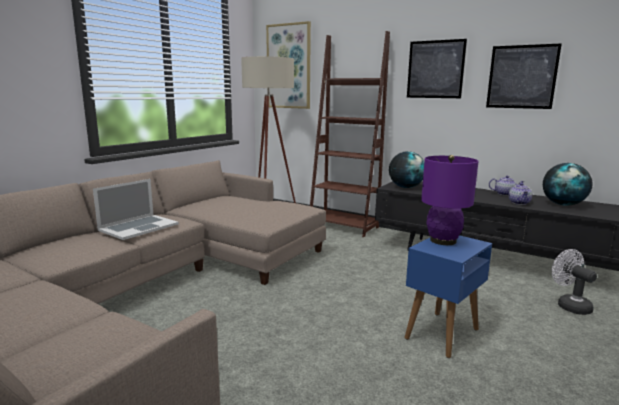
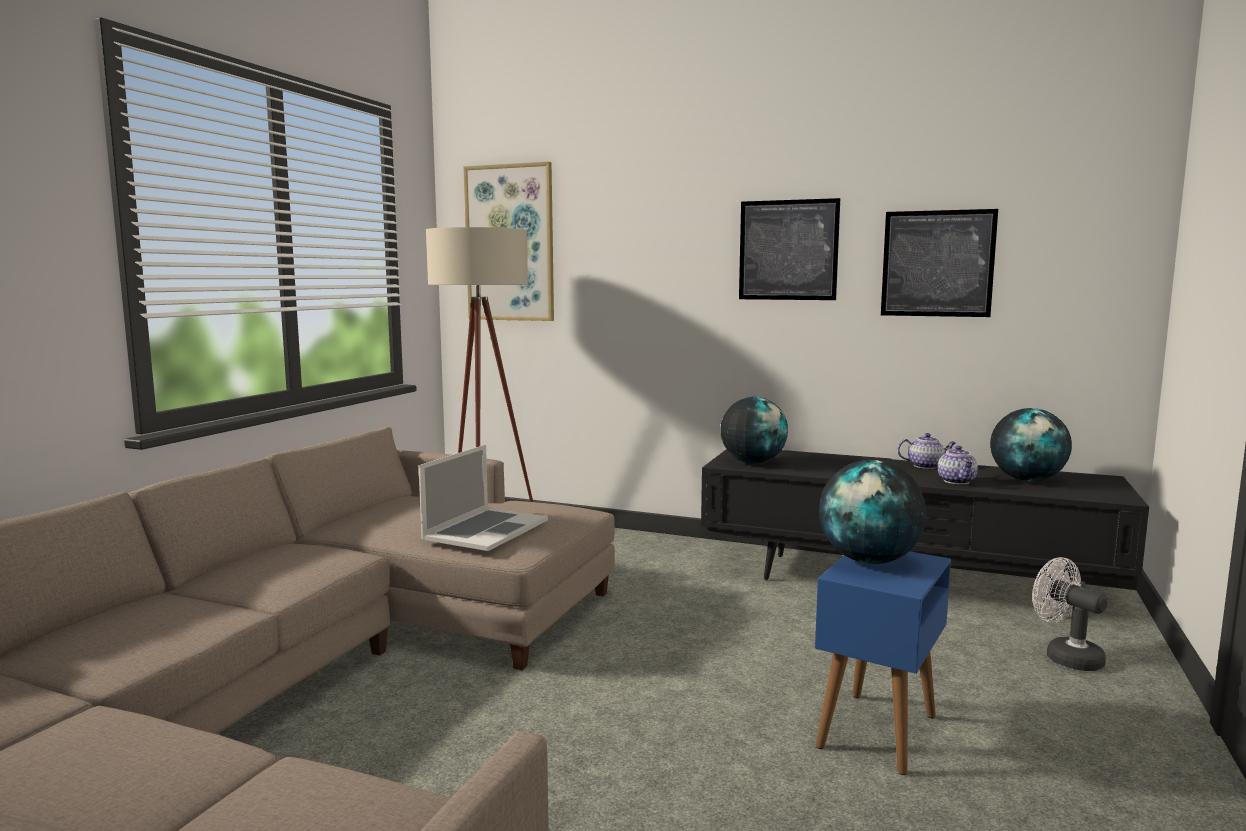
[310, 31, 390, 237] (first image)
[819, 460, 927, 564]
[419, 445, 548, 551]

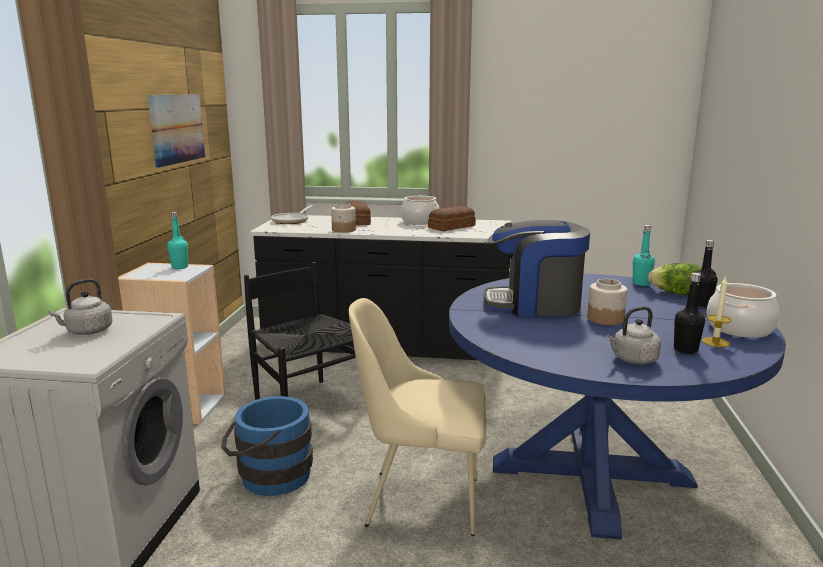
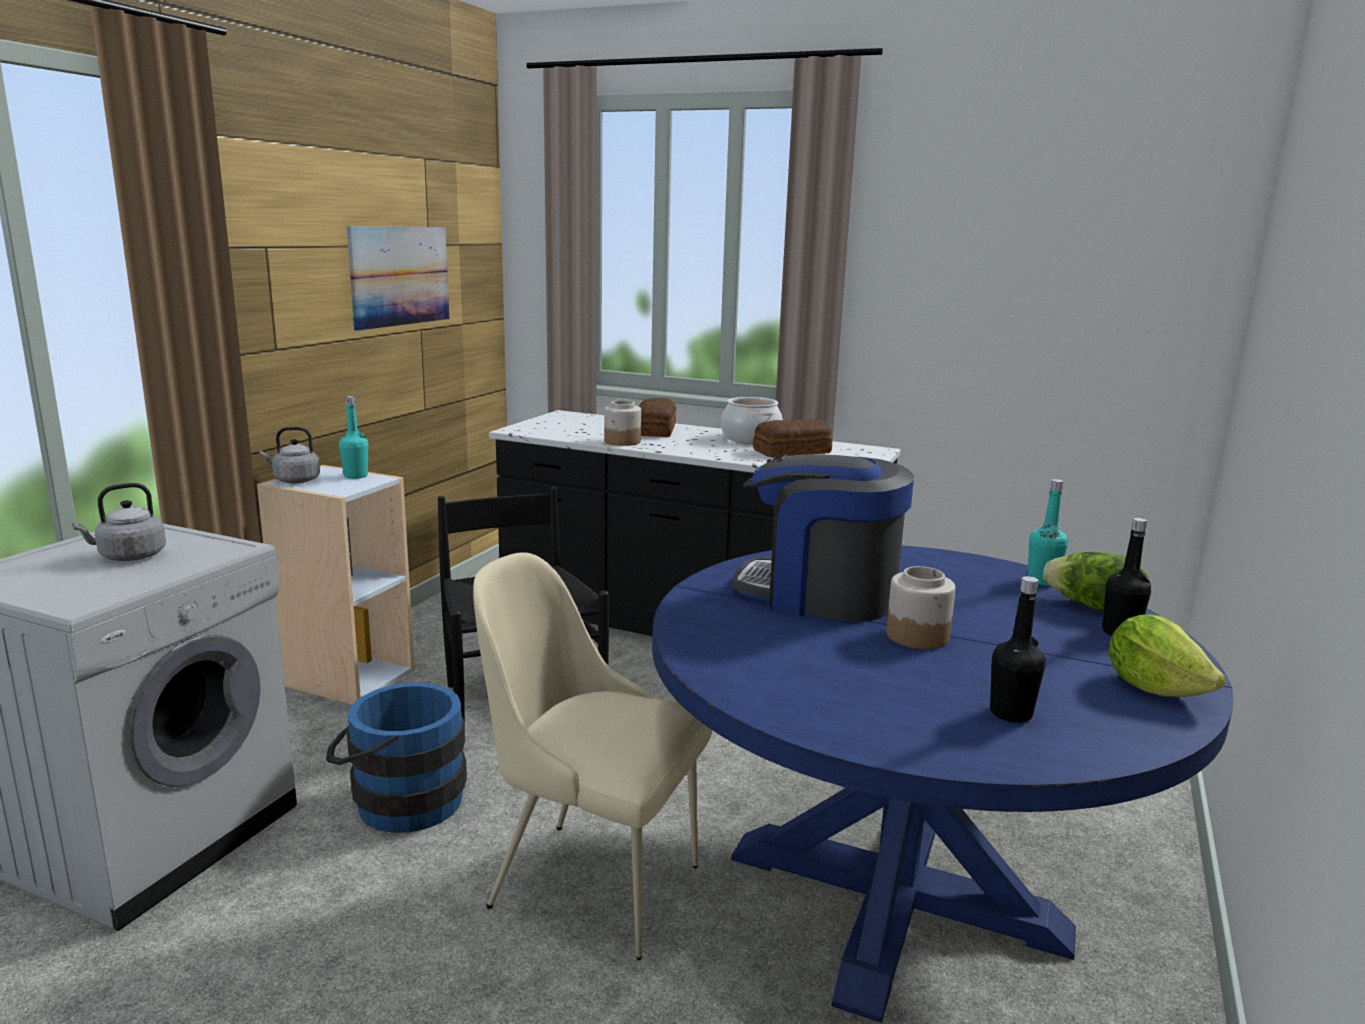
[271, 205, 313, 224] (first image)
[702, 276, 731, 347] (first image)
[1109, 614, 1225, 697]
[259, 427, 320, 483]

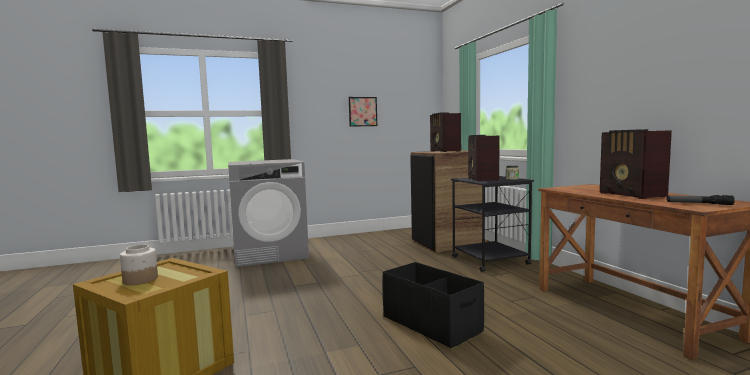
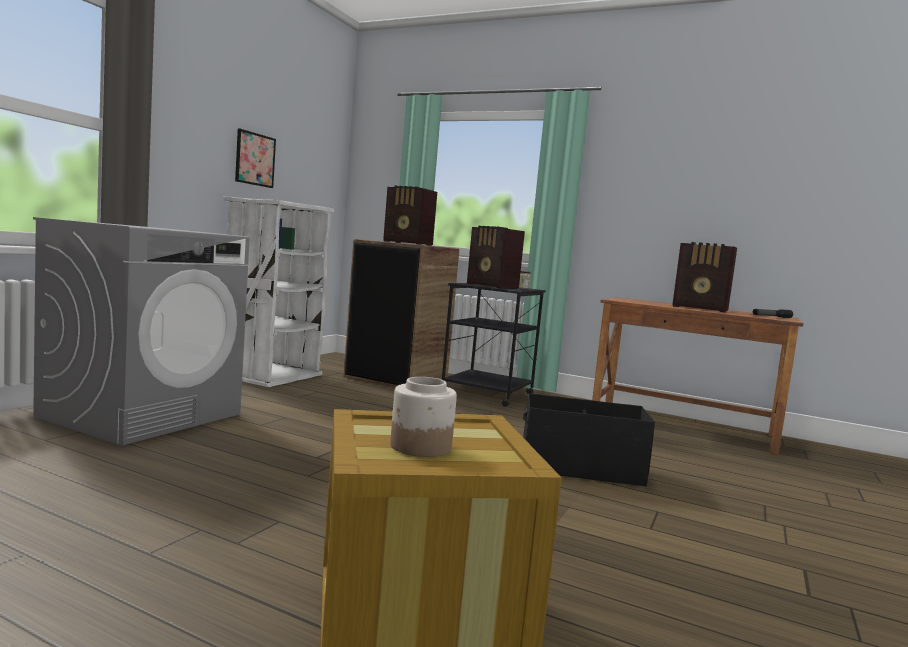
[223, 196, 334, 387]

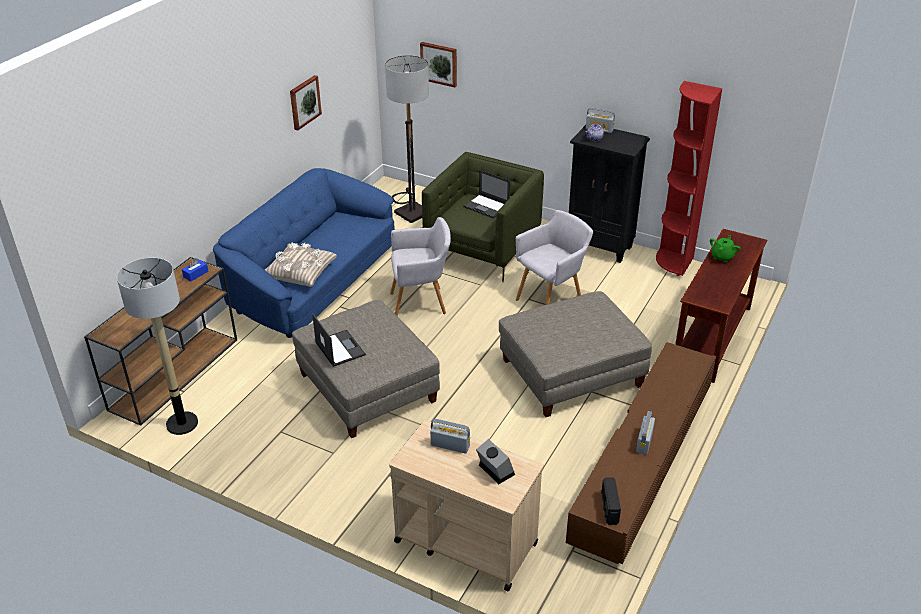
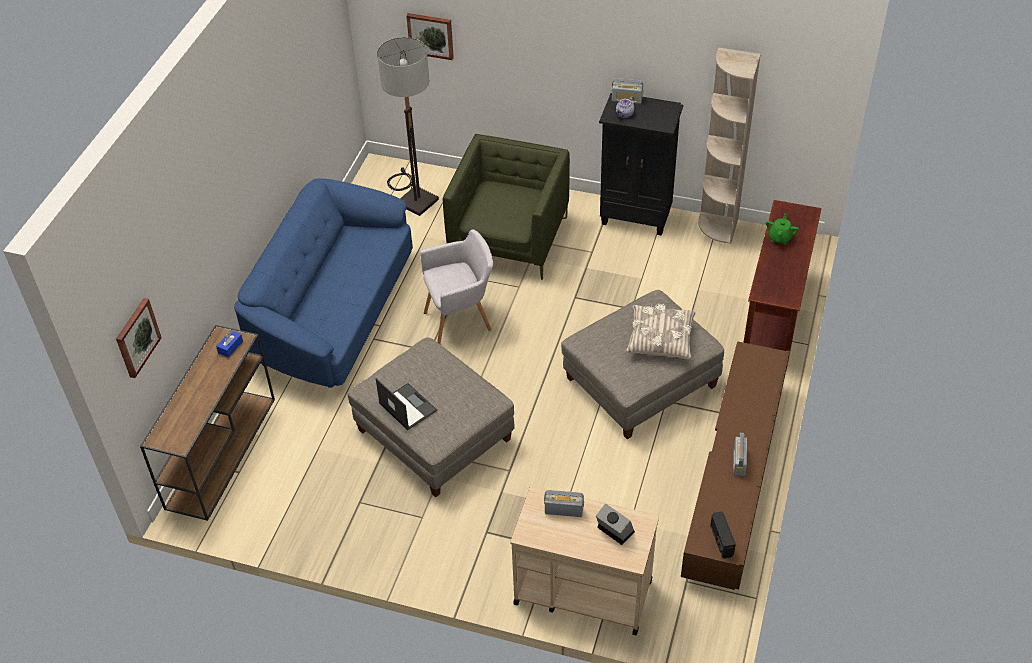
[116, 298, 162, 378]
[698, 47, 761, 244]
[463, 170, 510, 218] (first image)
[516, 210, 593, 305] (first image)
[626, 303, 695, 359]
[117, 258, 198, 435] (first image)

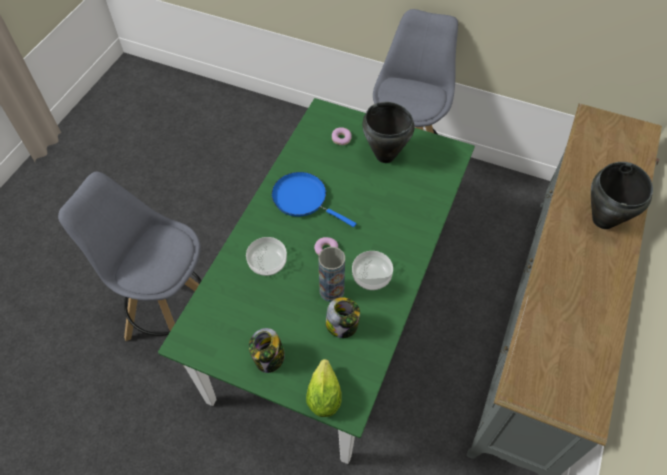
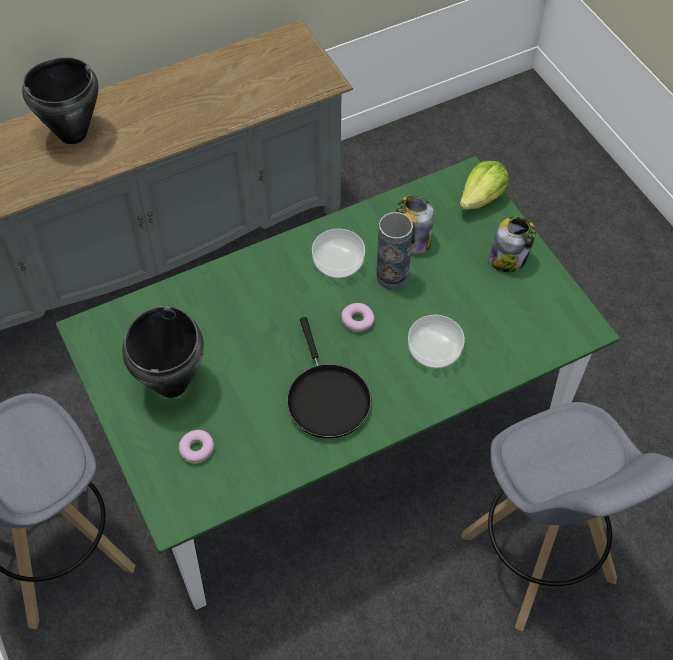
[287, 317, 371, 438]

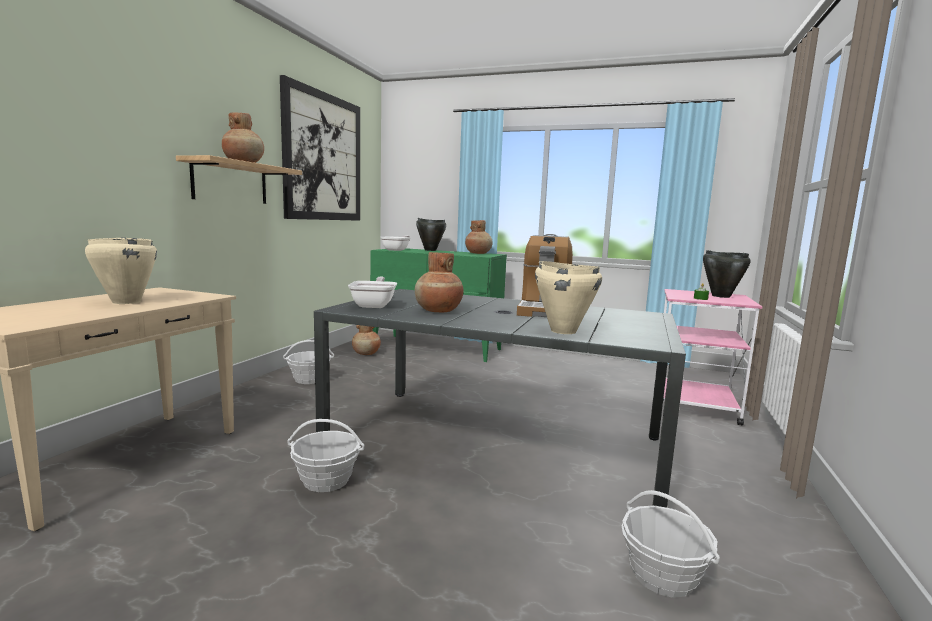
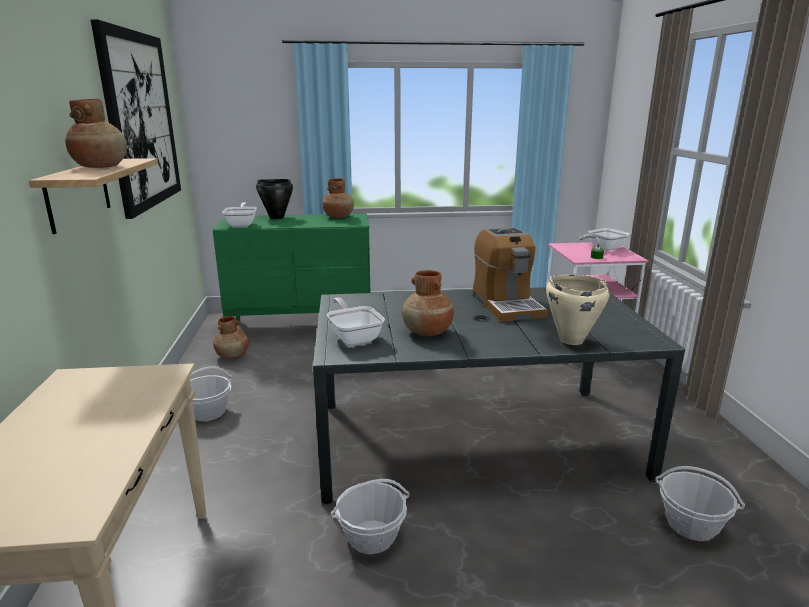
[85, 237, 157, 304] (first image)
[580, 228, 629, 251]

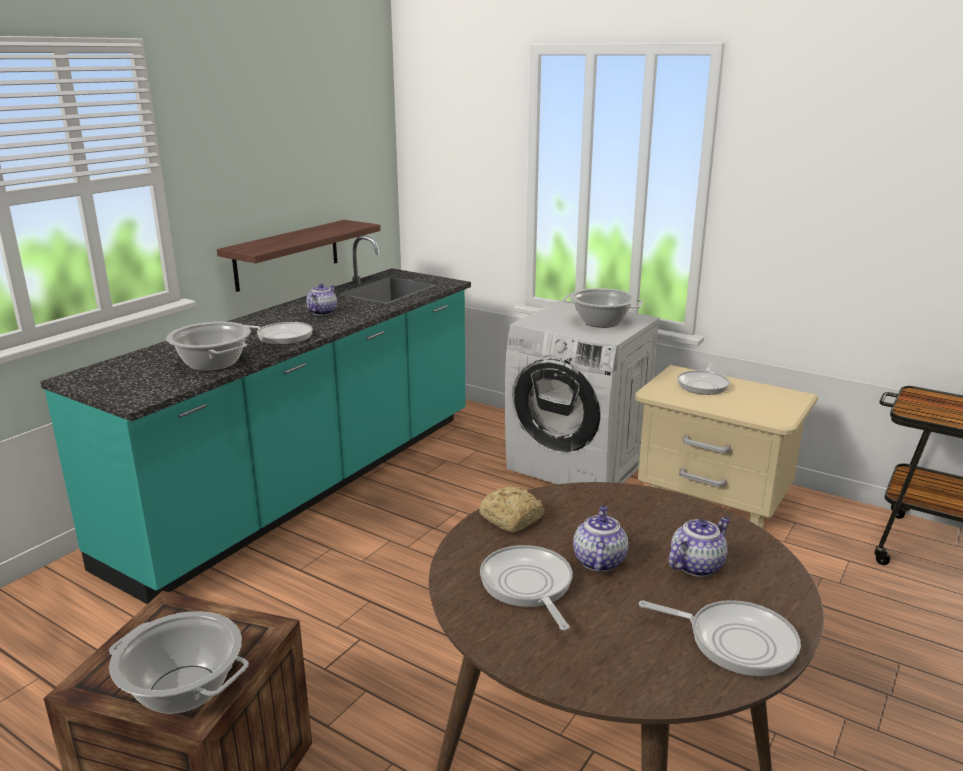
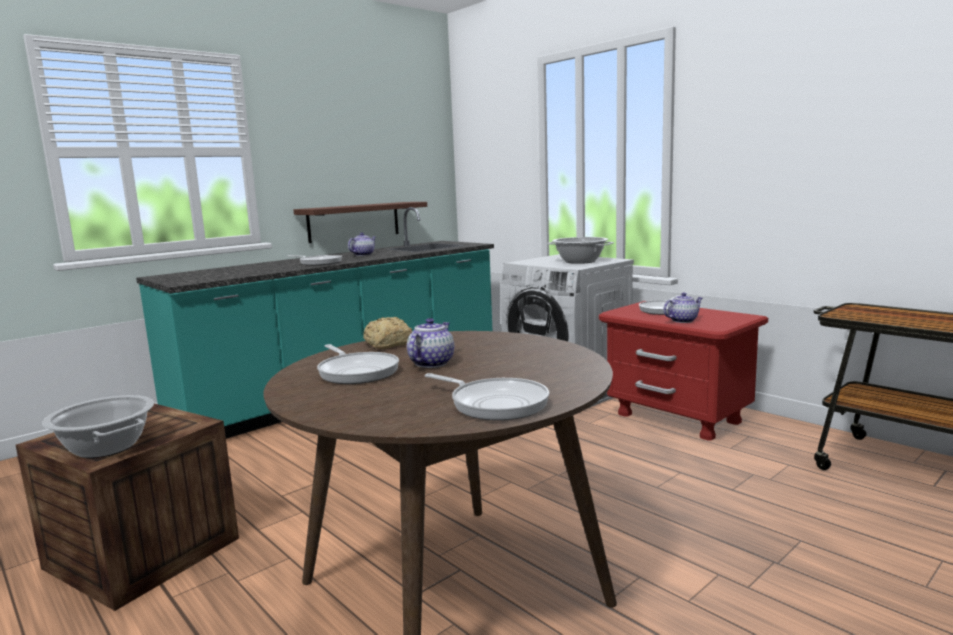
[166, 322, 251, 371] (first image)
[599, 301, 768, 440]
[663, 293, 702, 323]
[317, 344, 399, 384]

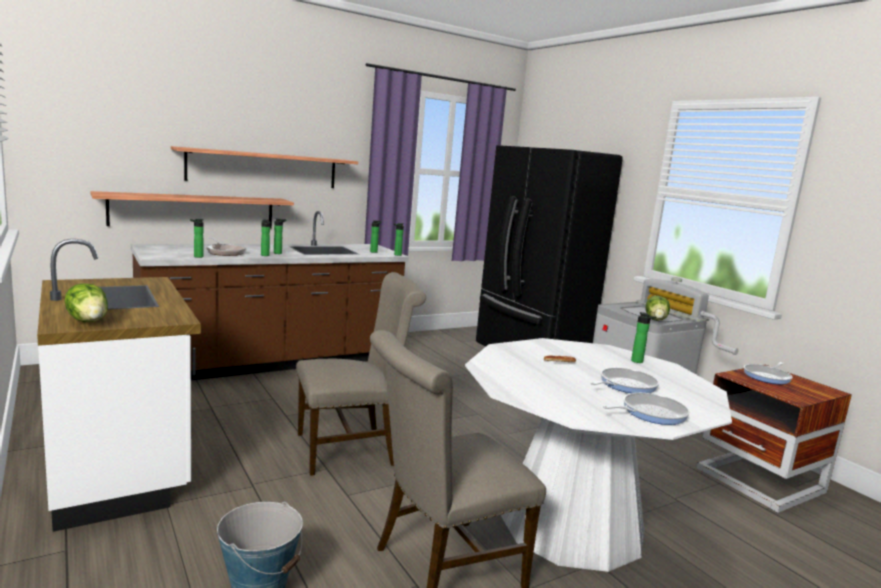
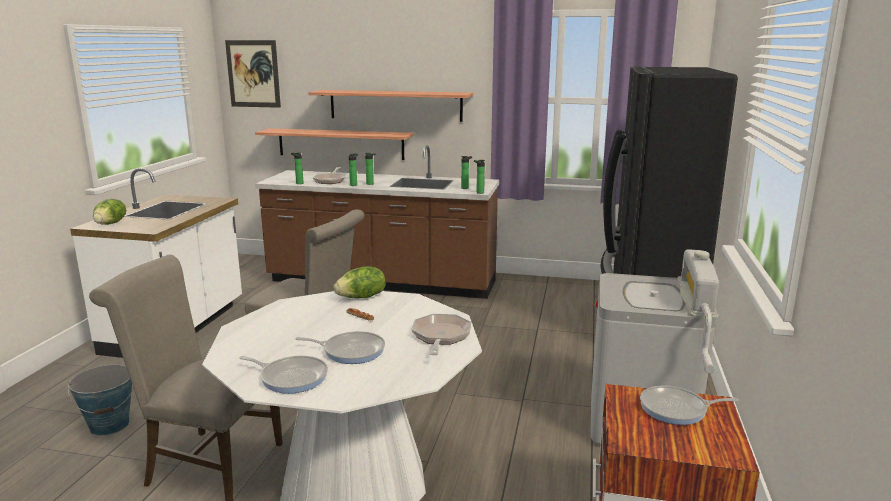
[334, 266, 385, 298]
[411, 314, 471, 355]
[225, 40, 281, 108]

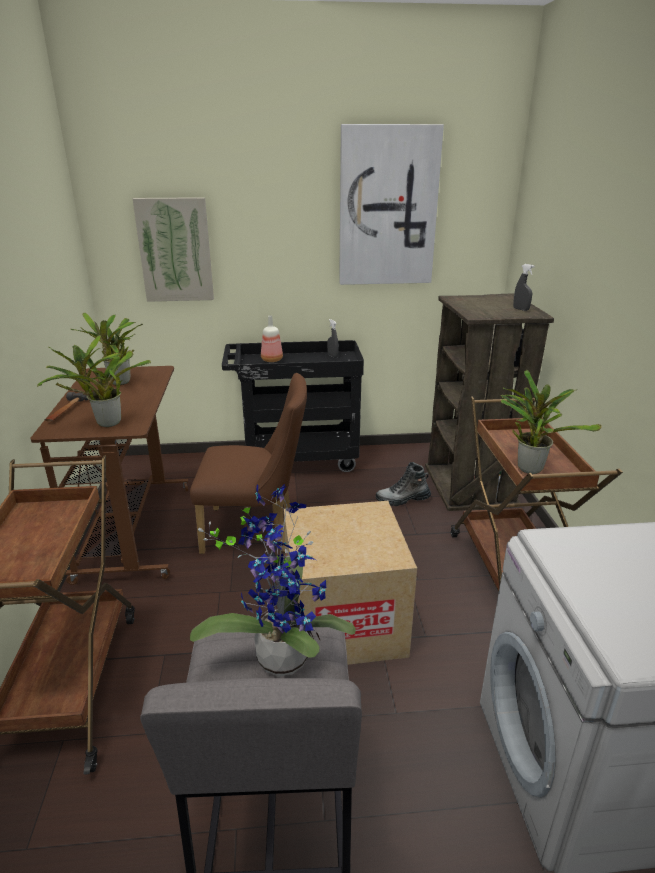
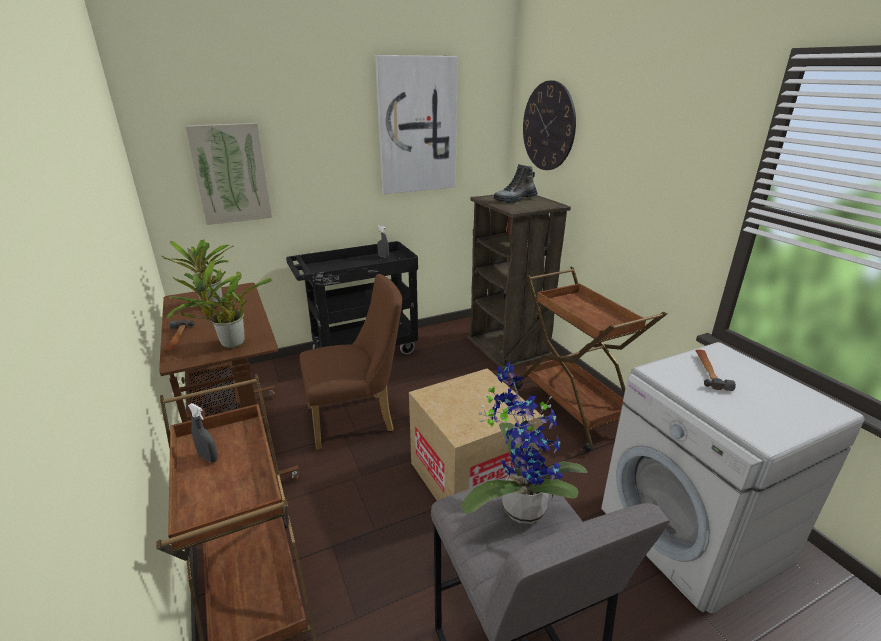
[188, 403, 218, 463]
[261, 315, 283, 362] (first image)
[500, 370, 602, 474] (first image)
[493, 164, 538, 203]
[523, 80, 576, 170]
[696, 350, 736, 391]

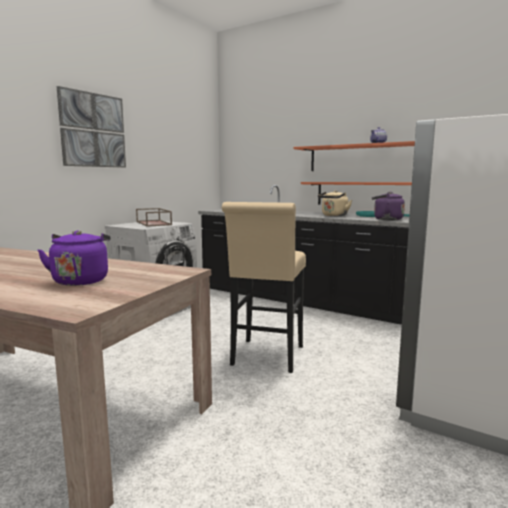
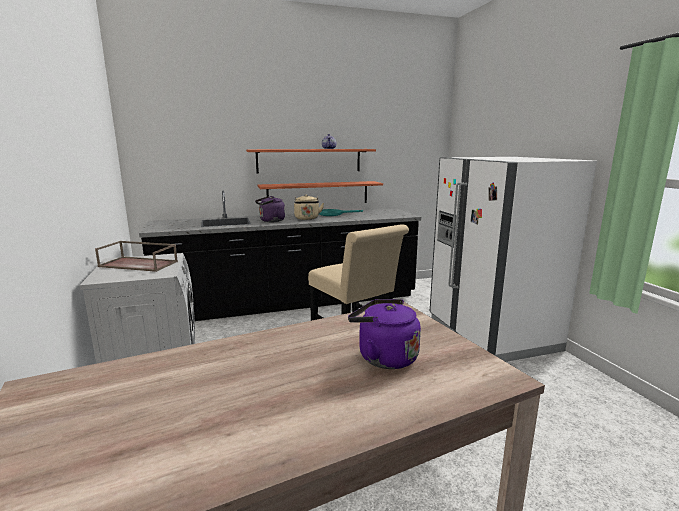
[57, 86, 126, 168] (first image)
[255, 196, 285, 222]

